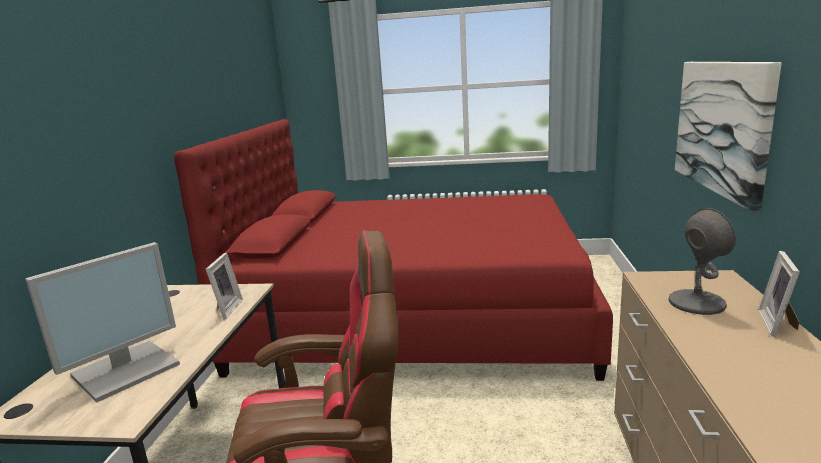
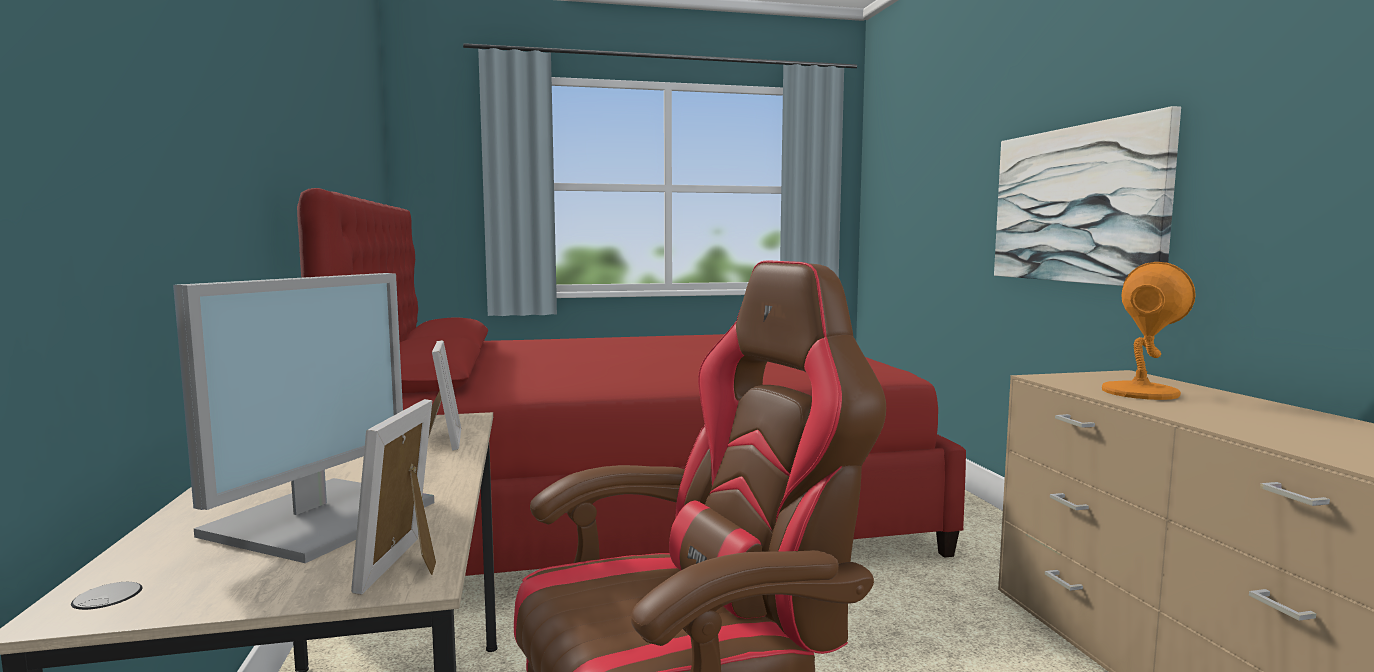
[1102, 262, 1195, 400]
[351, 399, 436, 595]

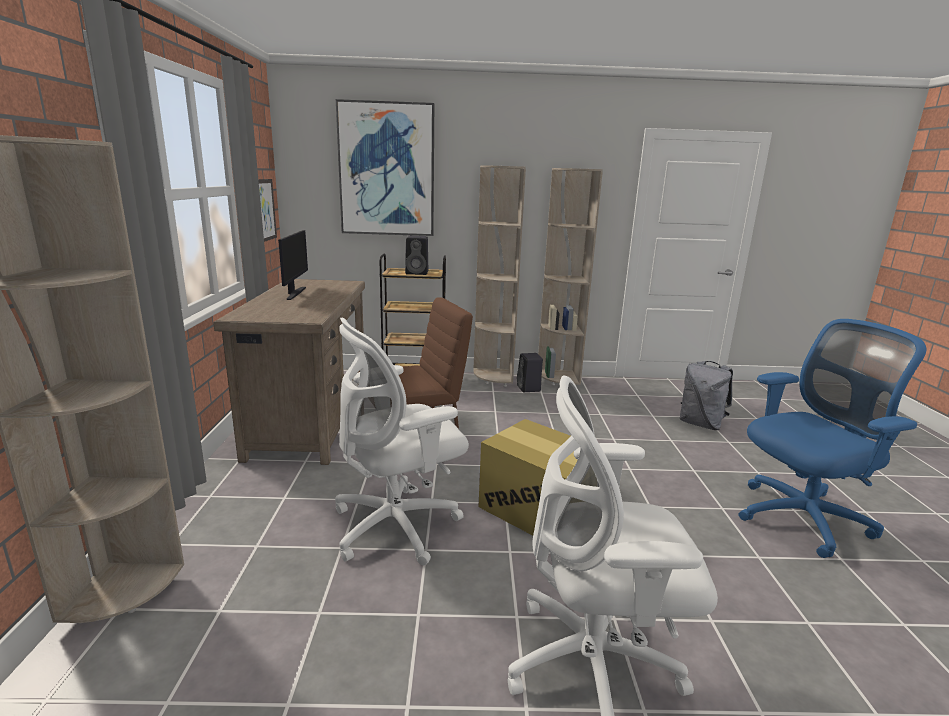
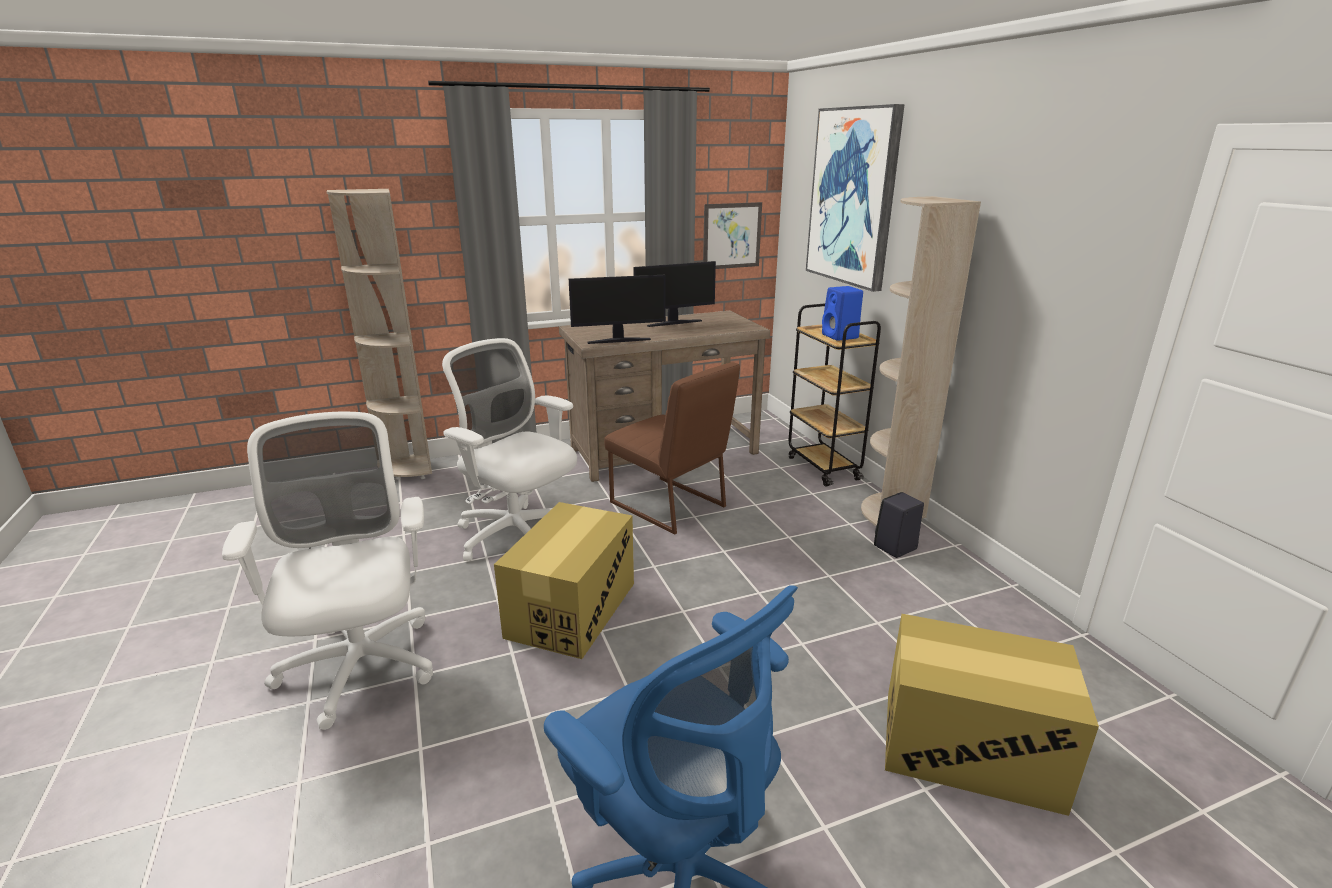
[538, 168, 603, 385] (first image)
[822, 286, 863, 341]
[885, 614, 1099, 816]
[569, 275, 666, 344]

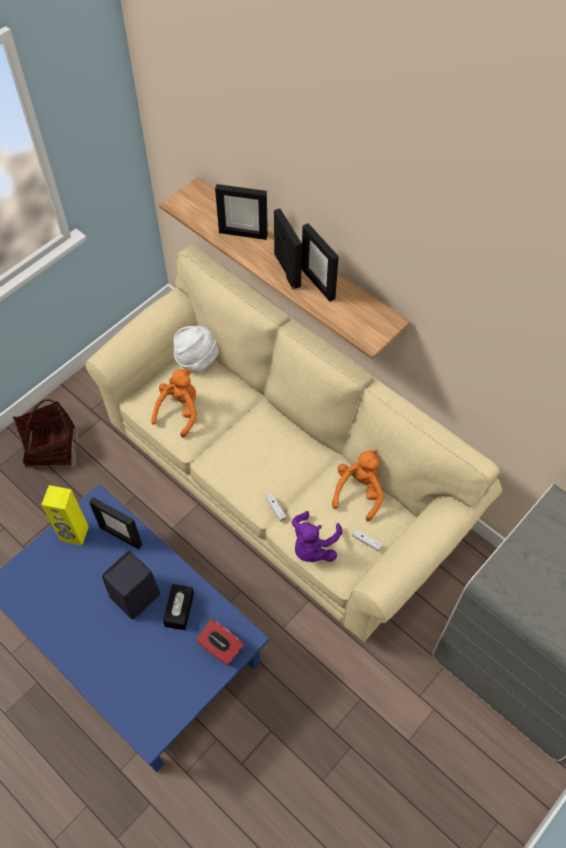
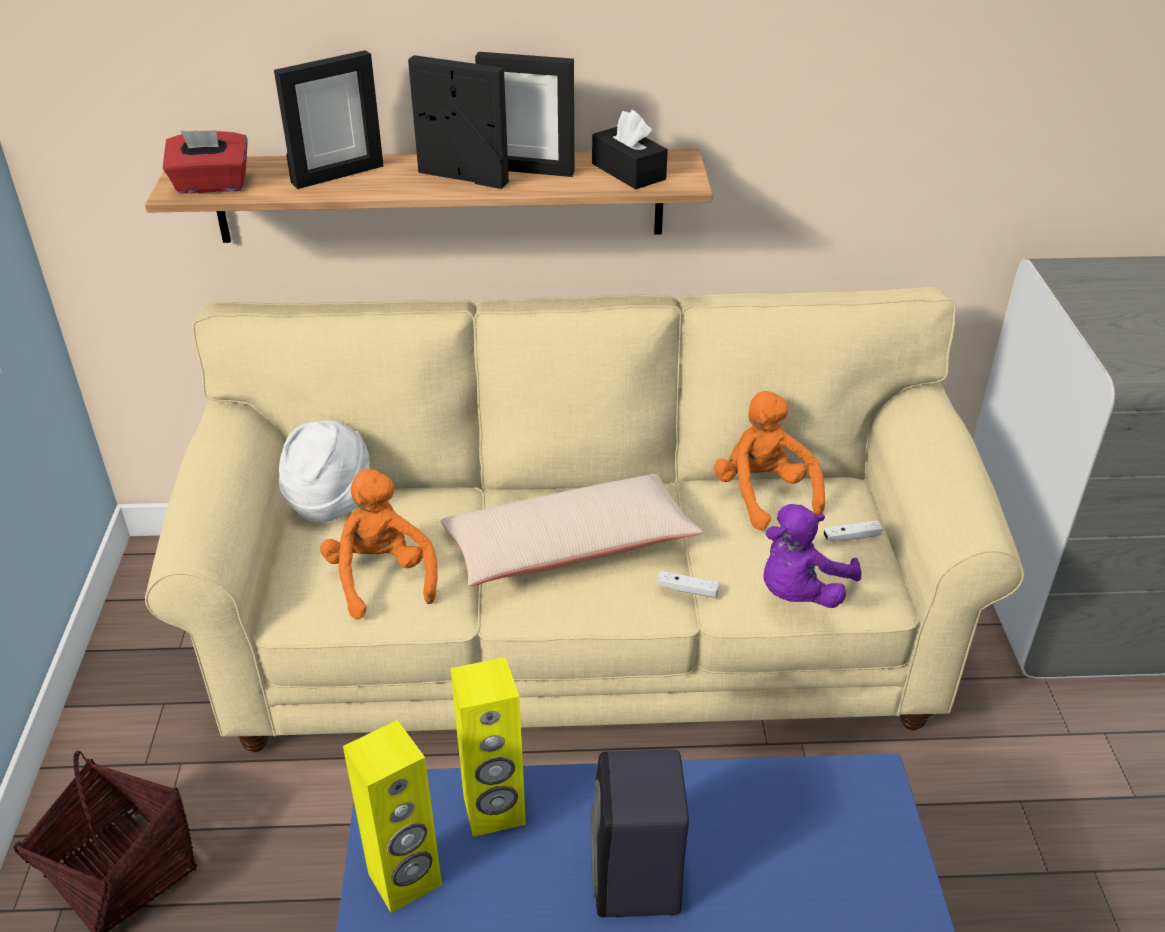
[450, 657, 526, 837]
[763, 504, 861, 608]
[592, 110, 668, 190]
[163, 130, 248, 194]
[441, 474, 703, 586]

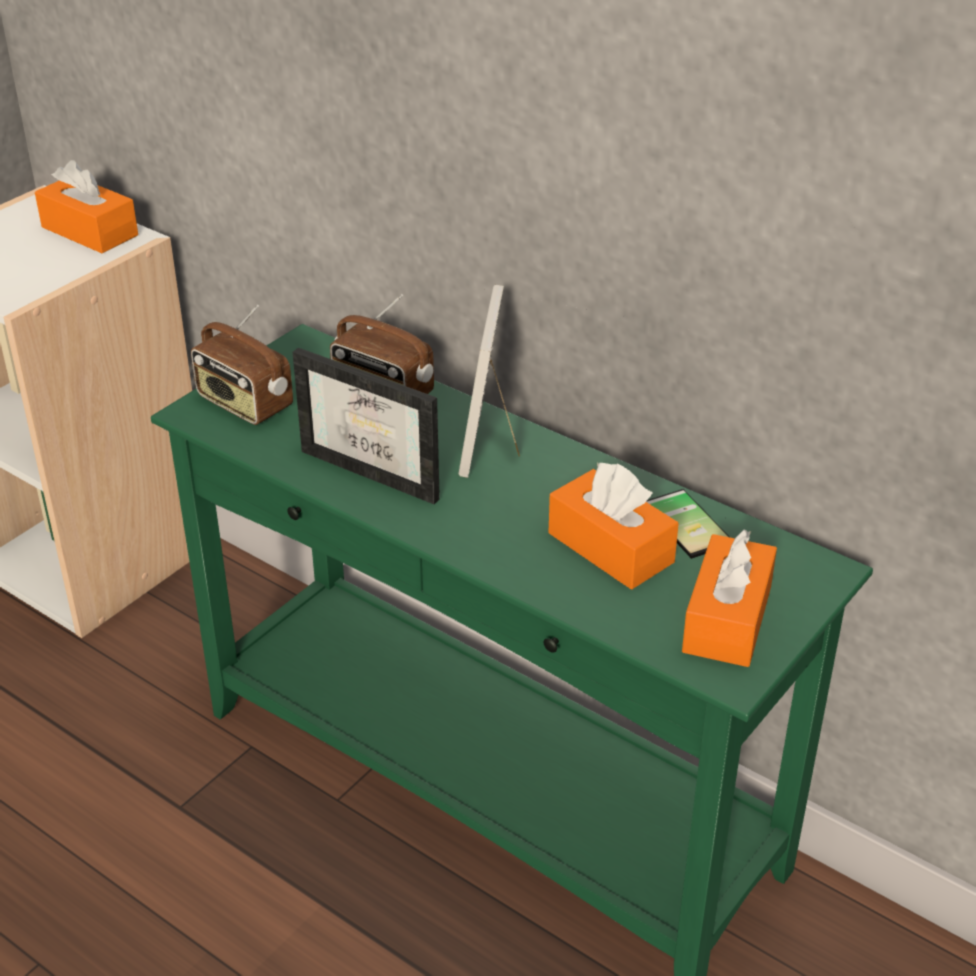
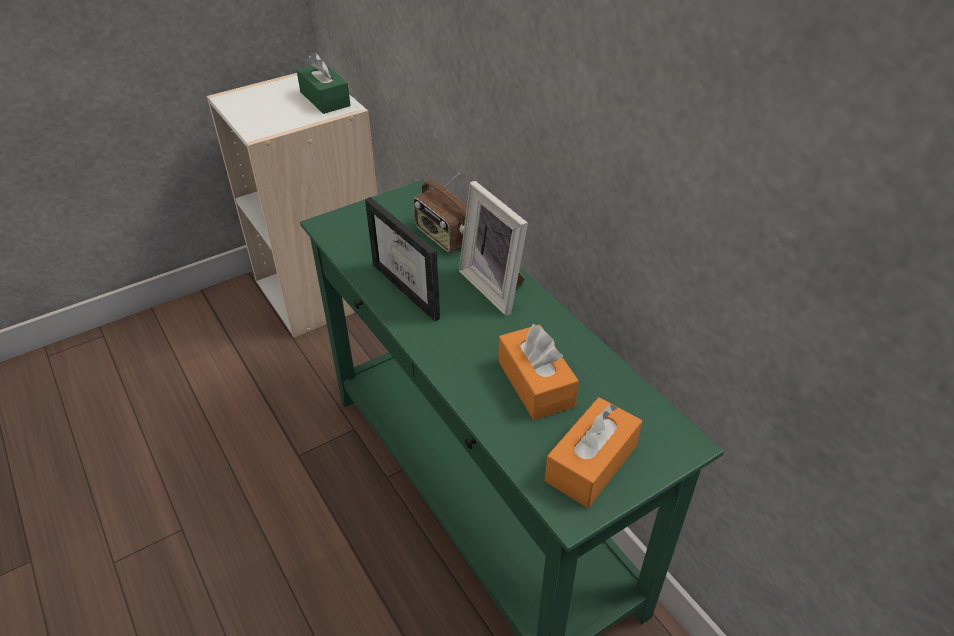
[297, 52, 351, 114]
[459, 181, 528, 316]
[191, 305, 293, 425] (first image)
[646, 489, 729, 559] (first image)

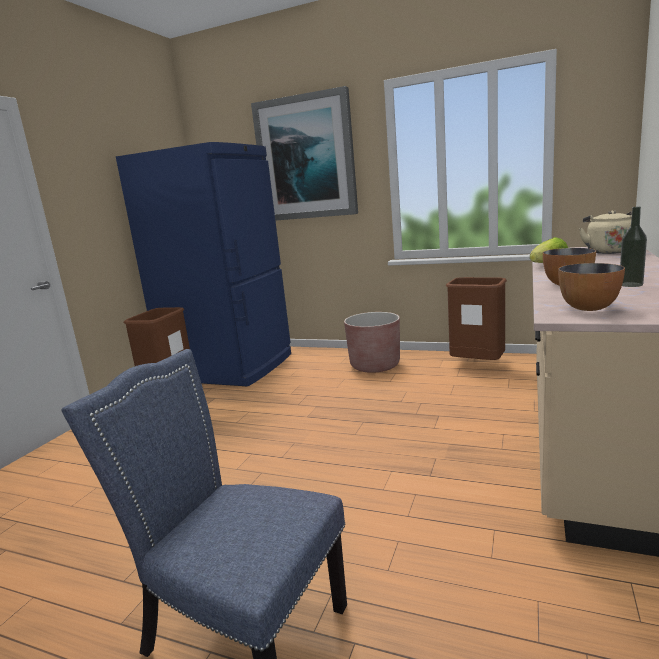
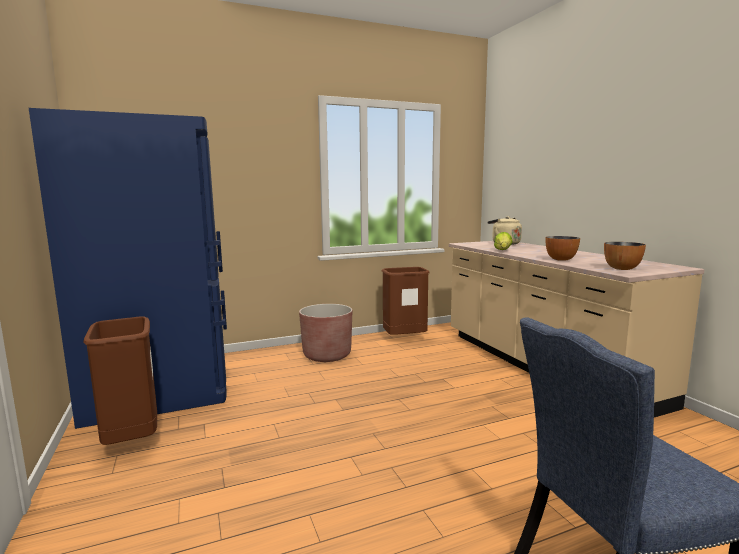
[251, 86, 358, 221] (first image)
[620, 207, 647, 287] (first image)

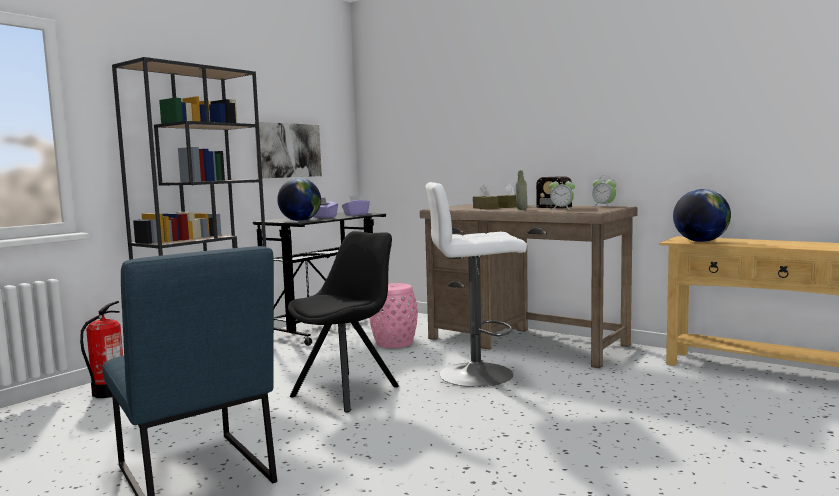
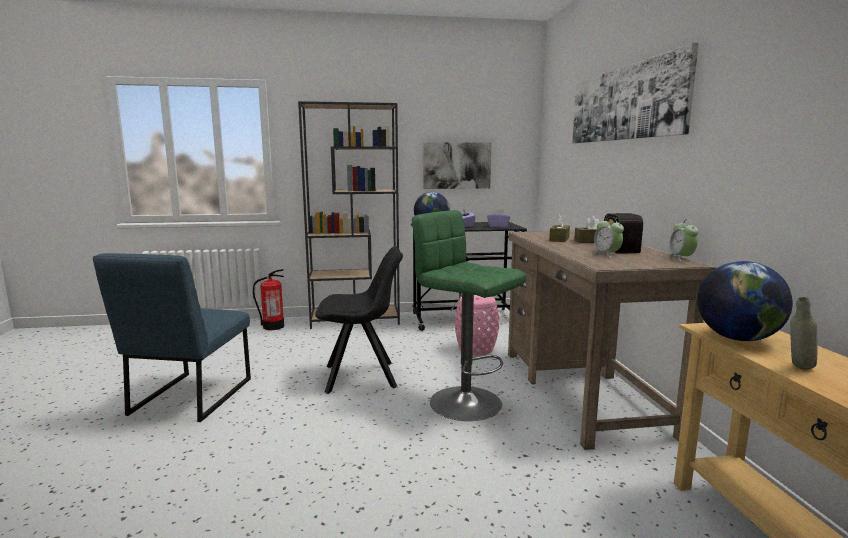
[790, 297, 817, 369]
[412, 210, 526, 421]
[572, 43, 699, 144]

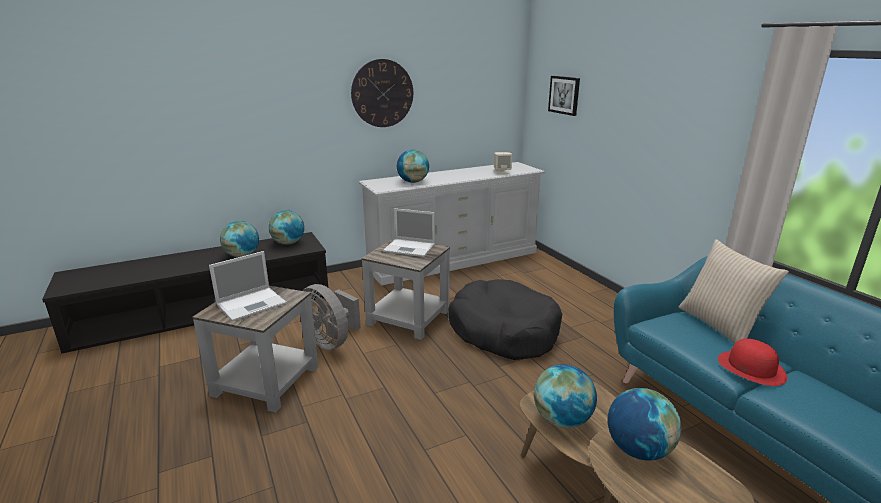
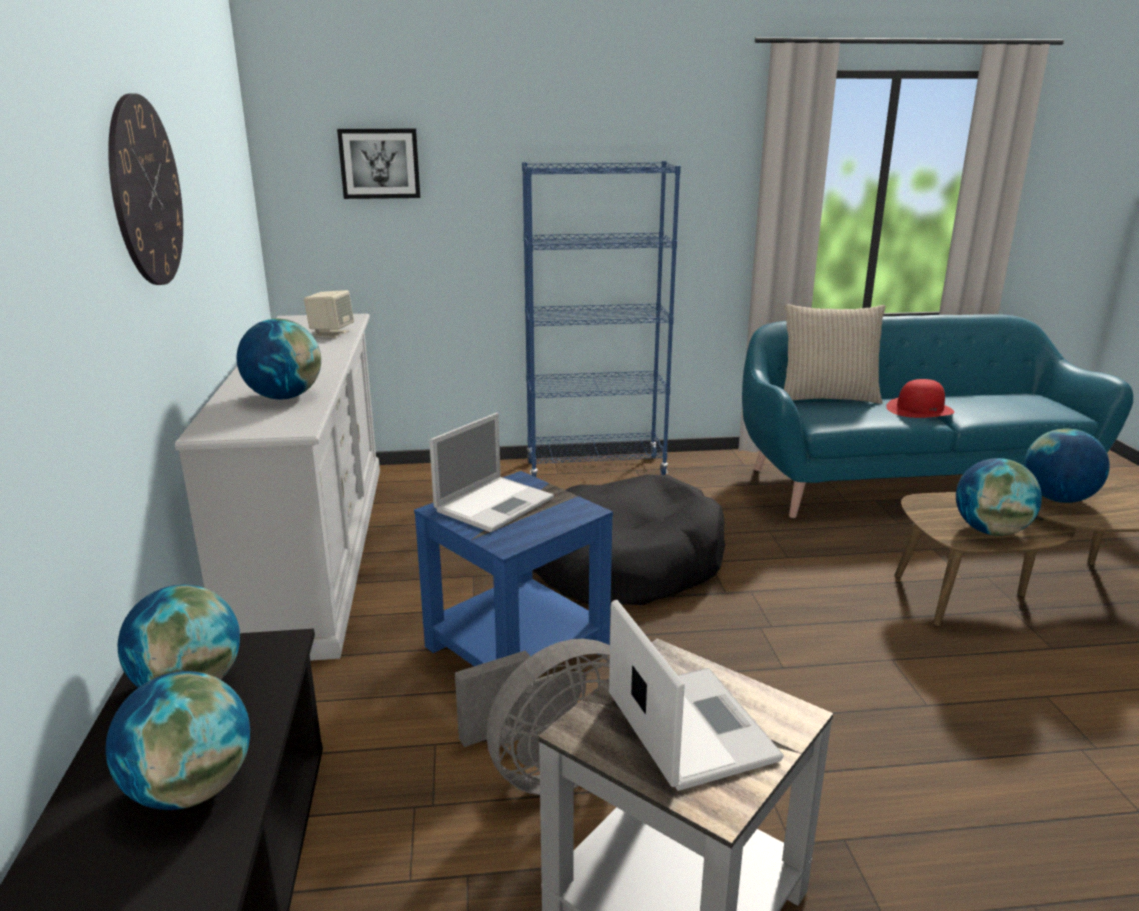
[414, 471, 613, 666]
[522, 161, 681, 477]

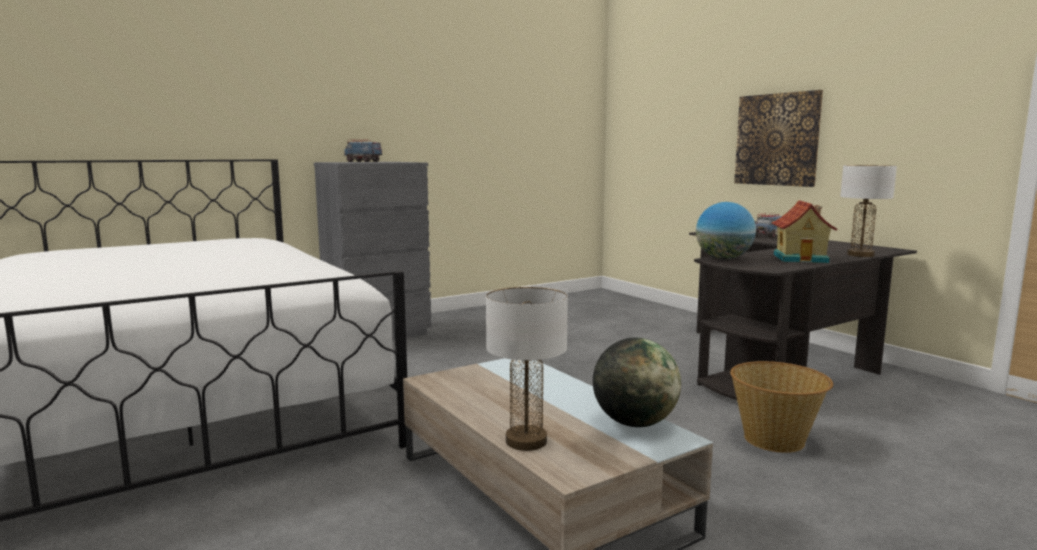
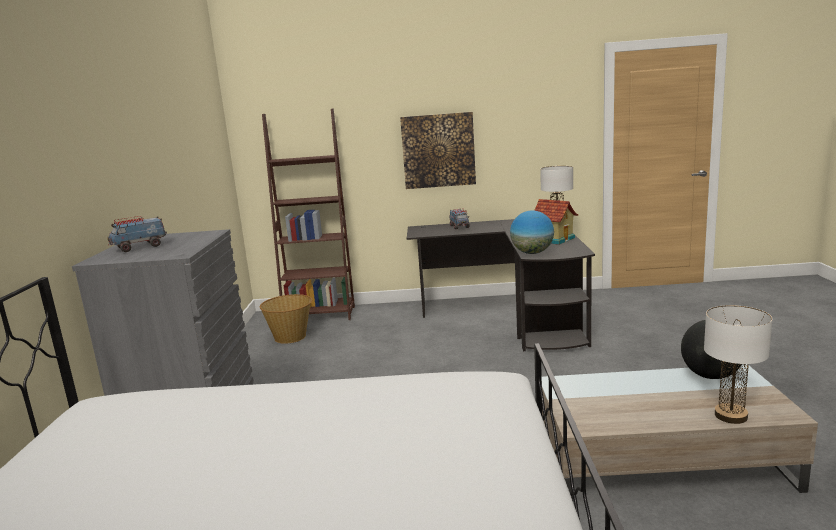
[260, 294, 312, 344]
[262, 109, 355, 320]

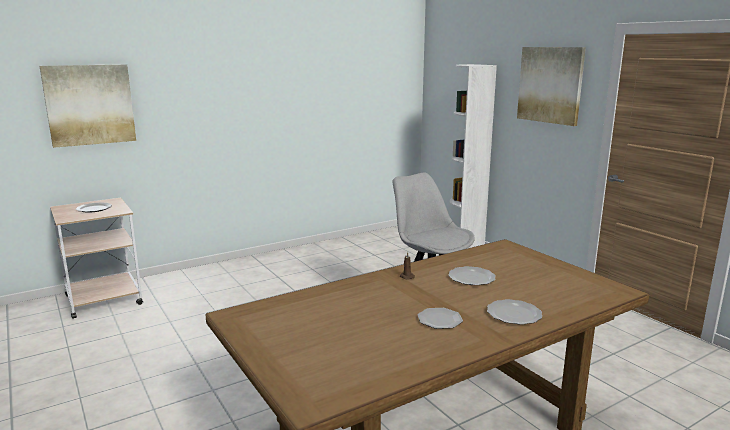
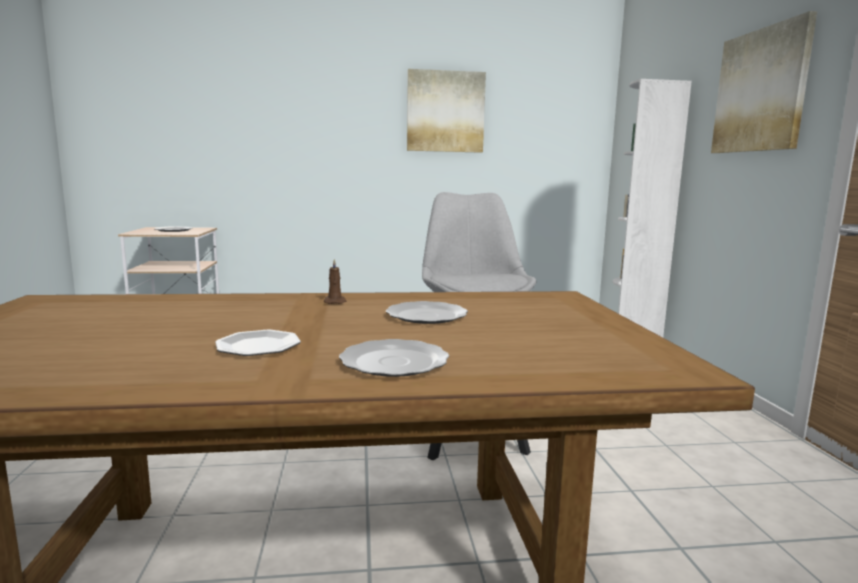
[407, 69, 486, 153]

